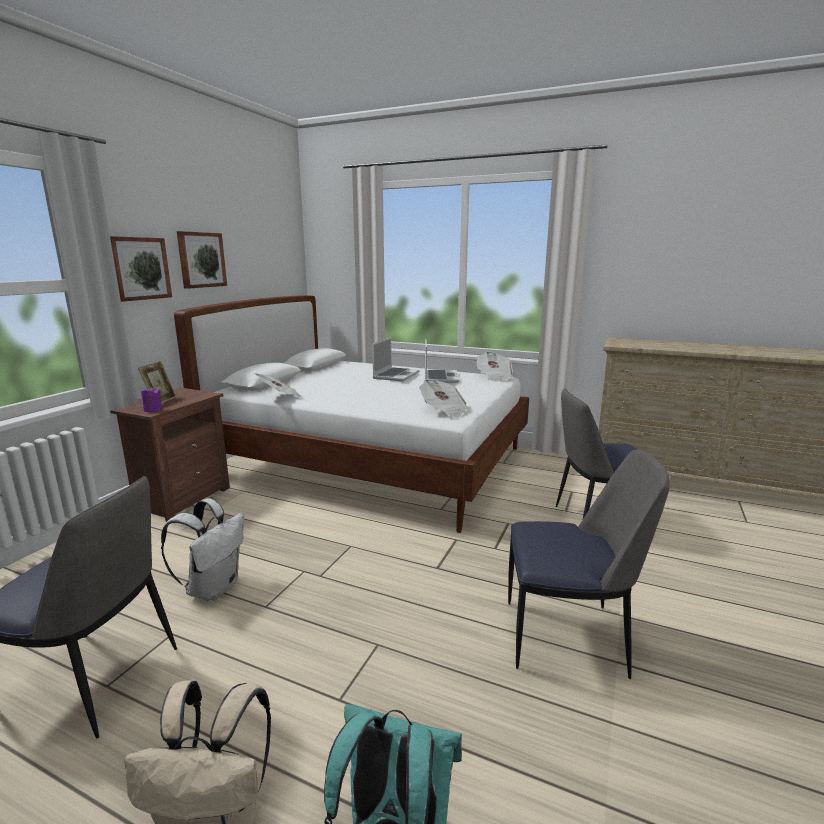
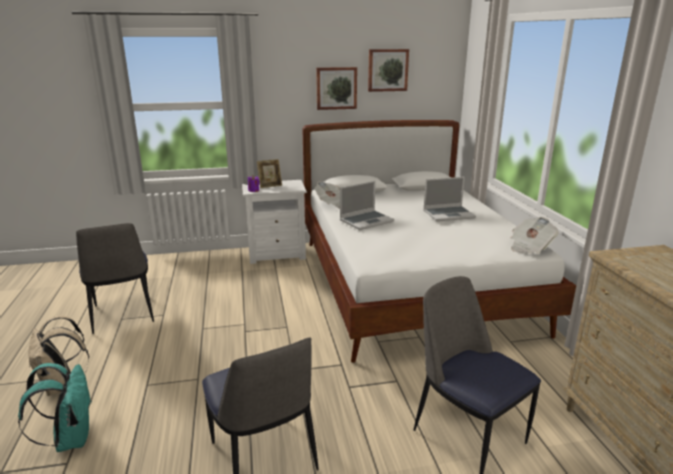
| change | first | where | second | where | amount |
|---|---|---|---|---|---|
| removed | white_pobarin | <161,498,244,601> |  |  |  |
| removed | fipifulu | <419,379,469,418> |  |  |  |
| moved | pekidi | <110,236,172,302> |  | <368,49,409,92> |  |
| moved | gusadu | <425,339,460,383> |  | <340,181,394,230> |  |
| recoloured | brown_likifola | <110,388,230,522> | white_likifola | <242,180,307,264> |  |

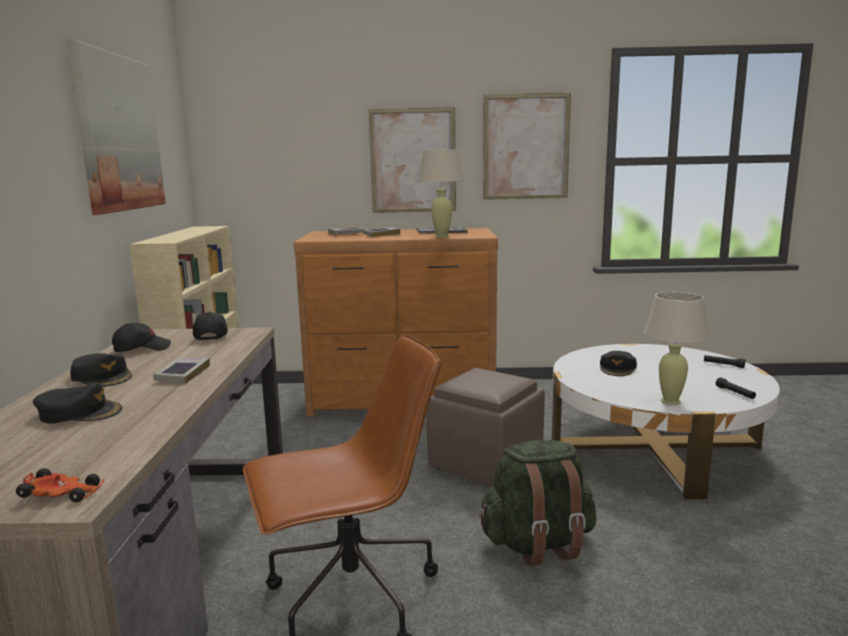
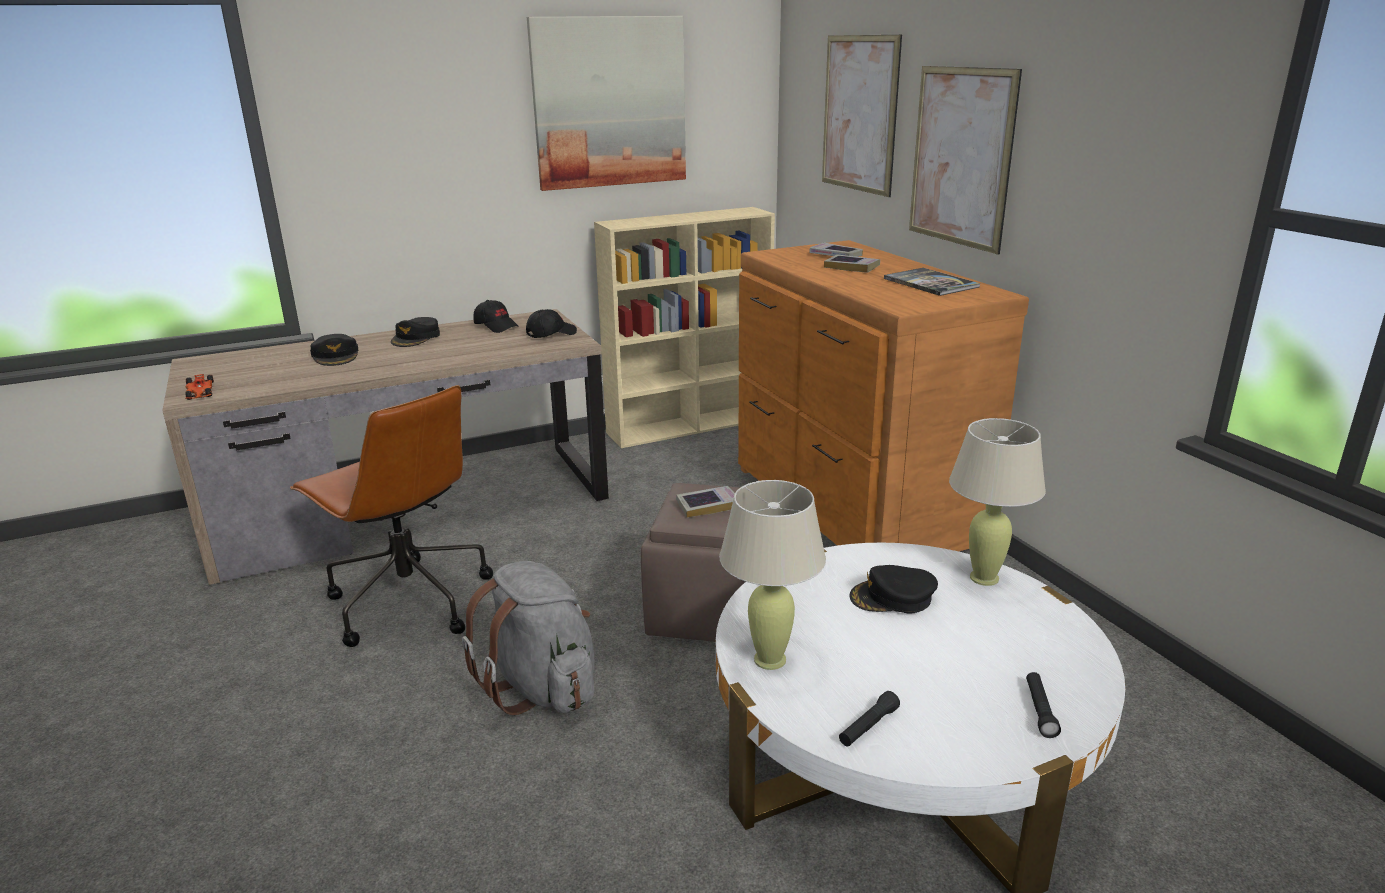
| change | first | where | second | where | amount |
|---|---|---|---|---|---|
| moved | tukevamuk | <153,357,210,384> |  | <676,486,735,518> |  |
| moved | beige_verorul | <418,149,465,238> |  | <949,418,1046,586> |  |
| moved | pekidi | <483,93,571,200> |  | <822,35,902,197> |  |
| recoloured | green_pobarin | <478,440,597,566> | grey_pobarin | <462,561,594,715> |  |

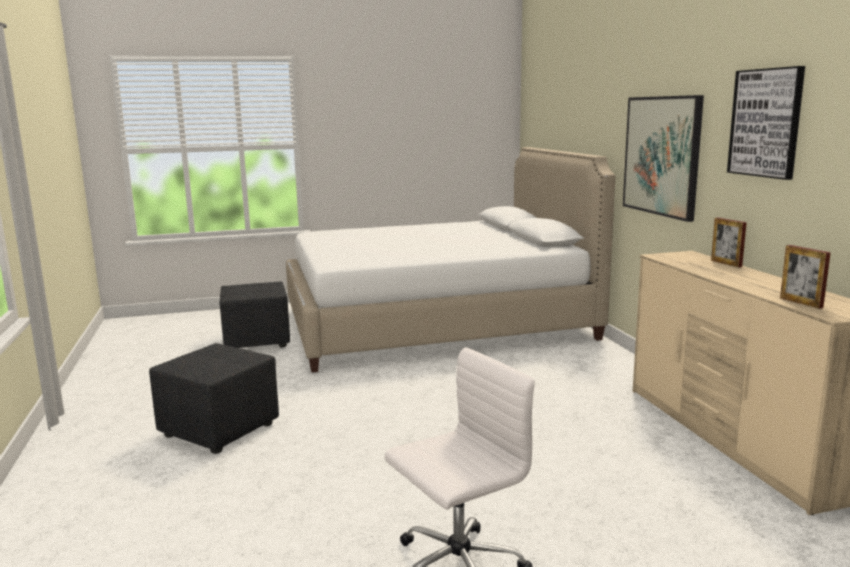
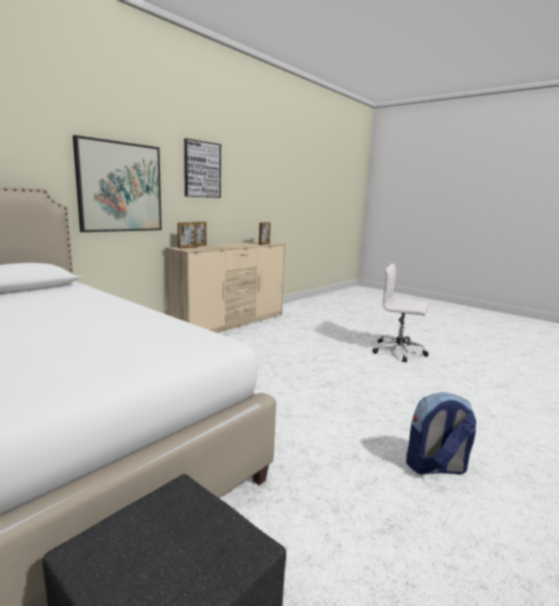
| change | first | where | second | where | amount |
|---|---|---|---|---|---|
| added |  |  | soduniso | <178,223,197,248> |  |
| replaced | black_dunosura | <149,343,279,454> | pobarin | <406,392,476,475> |  |

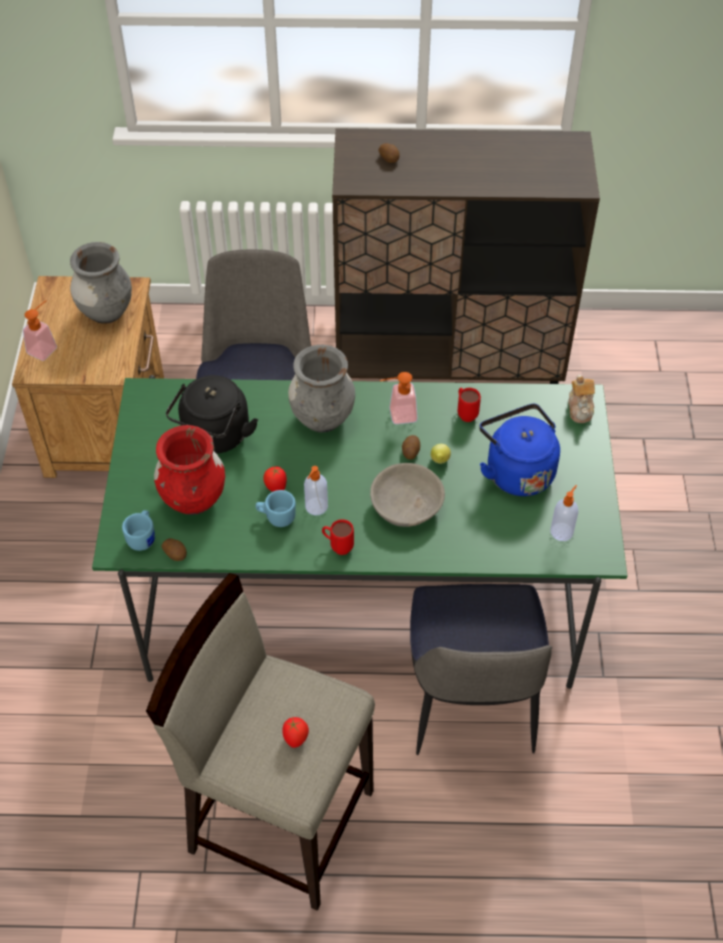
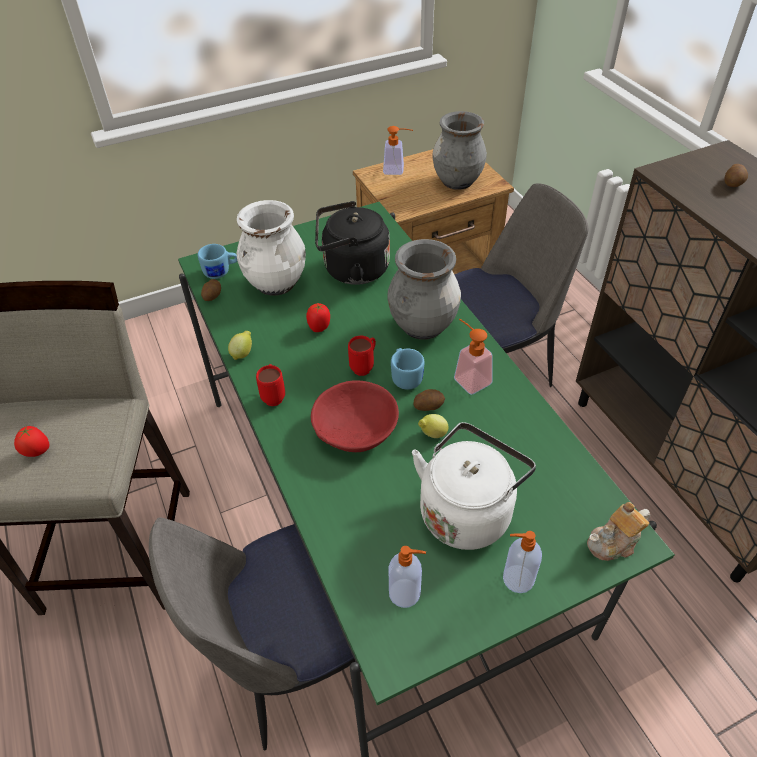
| change | first | where | second | where | amount |
|---|---|---|---|---|---|
| added |  |  | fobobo | <228,331,252,360> |  |
| moved | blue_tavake | <256,490,296,527> |  | <391,348,424,390> |  |
| moved | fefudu | <304,466,328,515> |  | <503,531,542,593> |  |
| moved | red_tavake | <458,388,481,422> |  | <348,336,376,376> |  |
| recoloured | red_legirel | <154,425,225,515> | white_legirel | <237,200,306,296> |  |
| recoloured | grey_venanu | <370,463,445,527> | red_venanu | <311,381,399,452> |  |
| recoloured | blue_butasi | <479,404,560,496> | white_butasi | <412,422,536,550> |  |

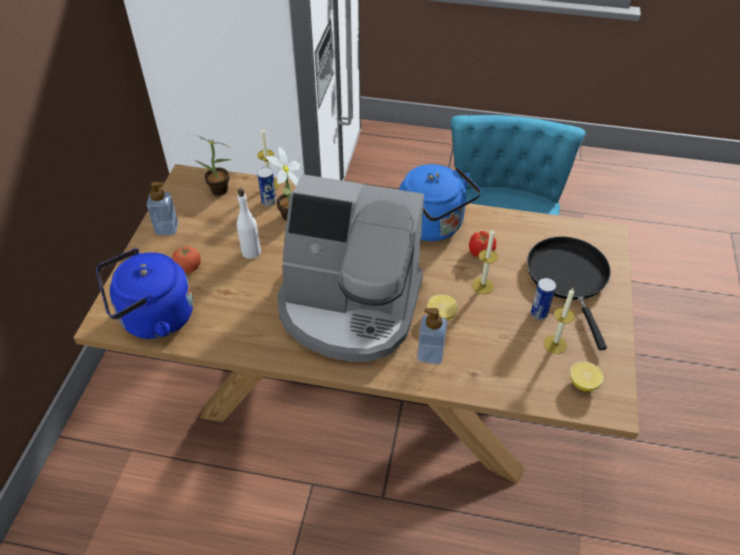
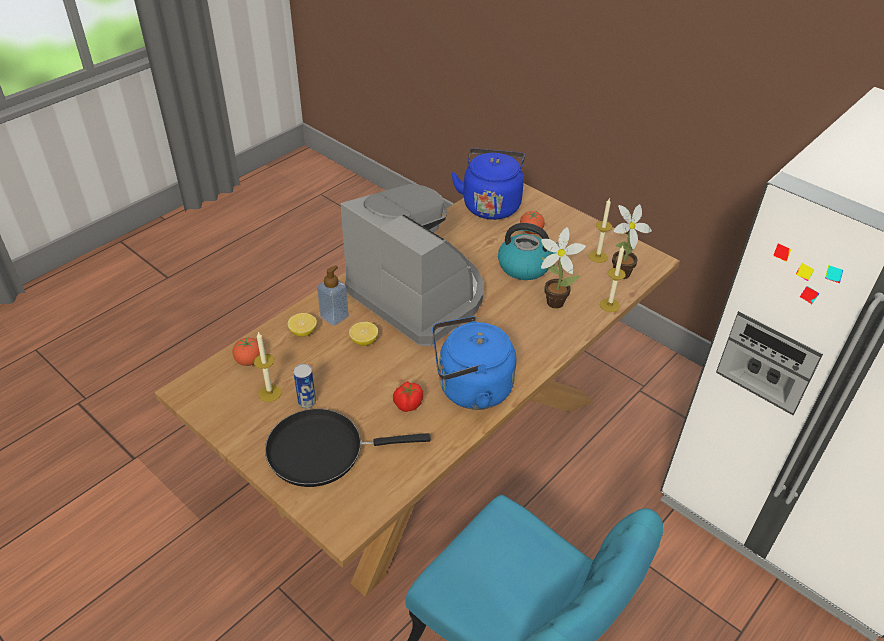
| change | first | where | second | where | amount |
|---|---|---|---|---|---|
| removed | fefudu | <146,182,178,235> |  |  |  |
| removed | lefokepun | <257,167,276,207> |  |  |  |
| added |  |  | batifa | <233,338,260,366> |  |
| moved | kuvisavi | <472,229,498,294> |  | <589,199,612,263> |  |
| moved | fobobo | <570,362,604,391> |  | <288,313,317,337> |  |
| replaced | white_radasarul | <237,188,261,259> | butasi | <498,223,560,280> |  |
| turned | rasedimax | <277,174,424,362> |  | <341,184,484,346> | 90 degrees clockwise |
| turned | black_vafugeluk | <527,236,611,350> |  | <265,409,431,487> | 150 degrees clockwise |

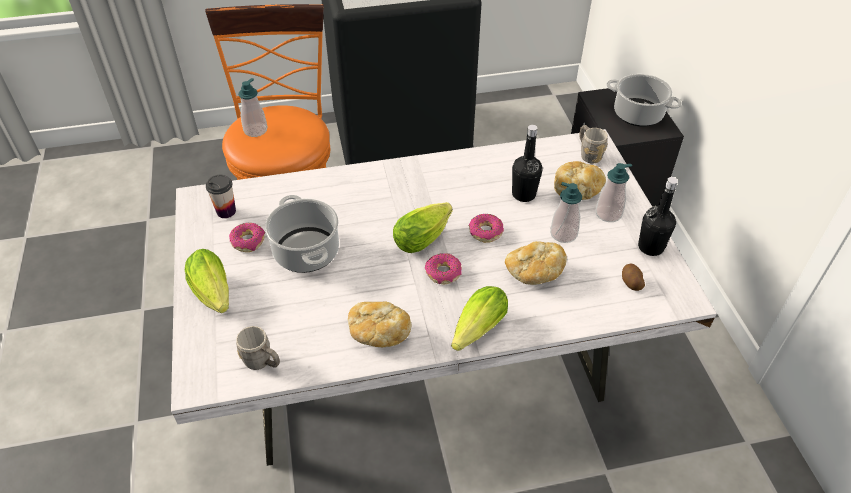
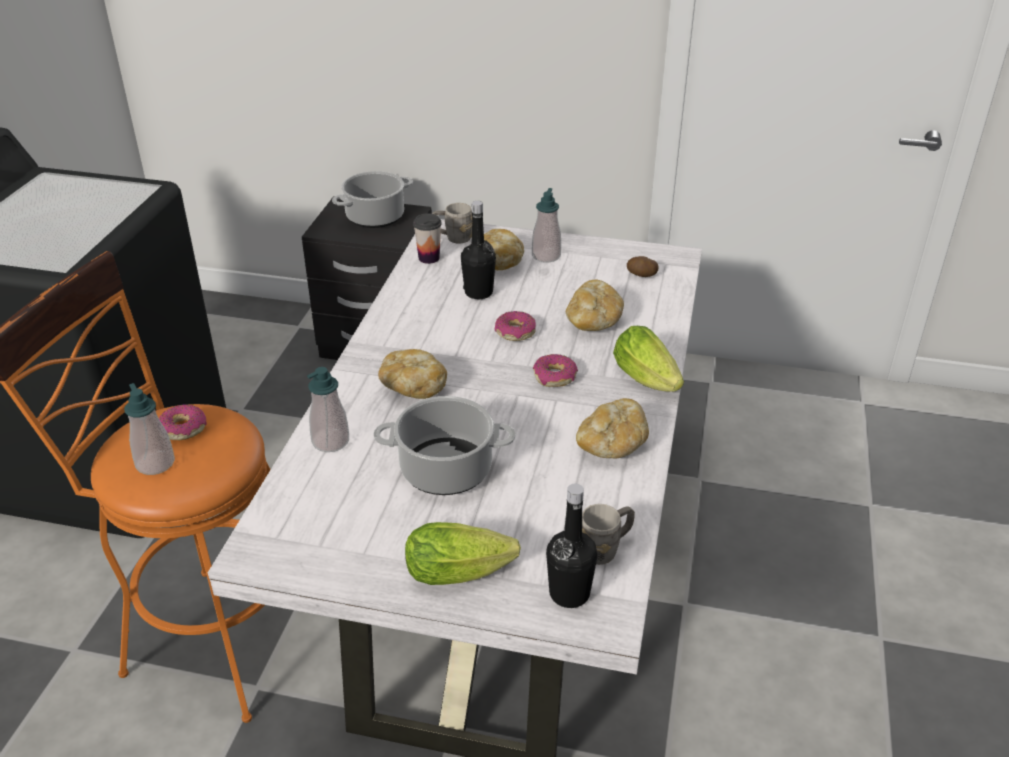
| change | first | where | second | where | amount |
|---|---|---|---|---|---|
| removed | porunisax | <393,202,453,253> |  |  |  |
| added |  |  | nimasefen | <378,349,447,399> |  |
| moved | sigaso | <206,175,236,218> |  | <413,213,442,264> |  |
| moved | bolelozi | <229,223,265,252> |  | <159,404,207,440> |  |
| moved | fefudu | <550,182,582,243> |  | <307,367,349,452> |  |
| moved | black_radasarul | <638,177,678,256> |  | <546,484,598,608> |  |

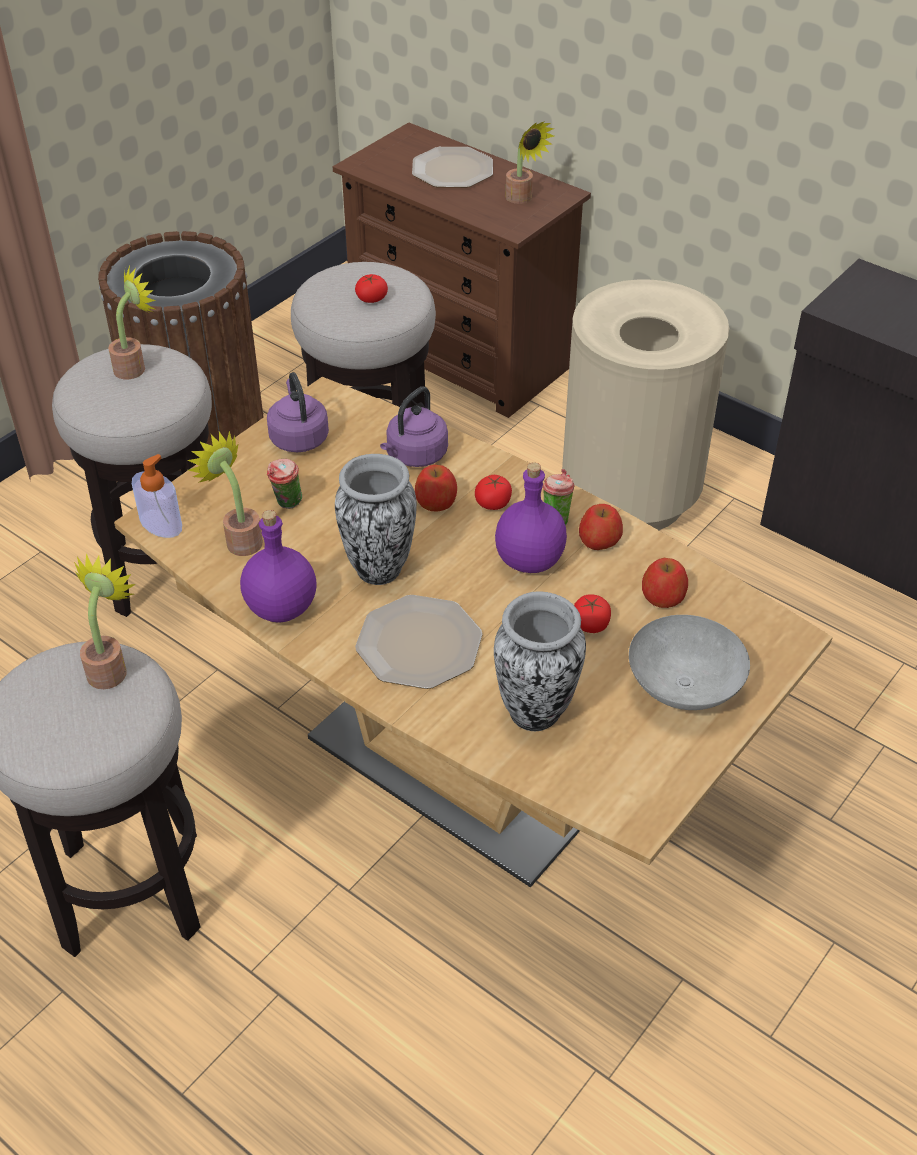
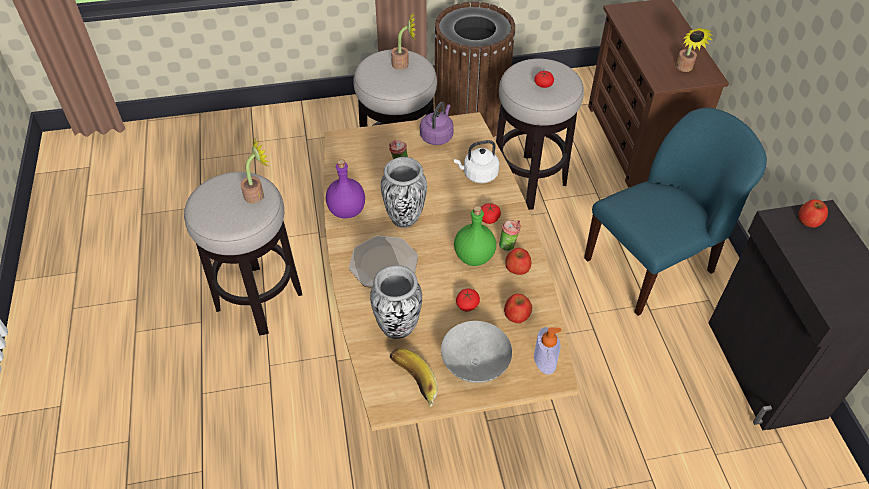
| change | first | where | second | where | amount |
|---|---|---|---|---|---|
| removed | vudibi | <188,431,263,556> |  |  |  |
| removed | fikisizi | <412,147,493,188> |  |  |  |
| added |  |  | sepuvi | <390,348,438,407> |  |
| moved | fefudu | <132,454,182,538> |  | <534,327,561,375> |  |
| moved | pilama | <415,464,457,512> |  | <798,199,828,228> |  |
| replaced | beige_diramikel | <562,279,729,530> | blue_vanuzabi | <584,107,767,316> |  |
| recoloured | purple_butasi | <380,386,448,467> | white_butasi | <454,140,499,183> |  |
| recoloured | purple_radasarul | <495,462,567,573> | green_radasarul | <454,206,496,266> |  |

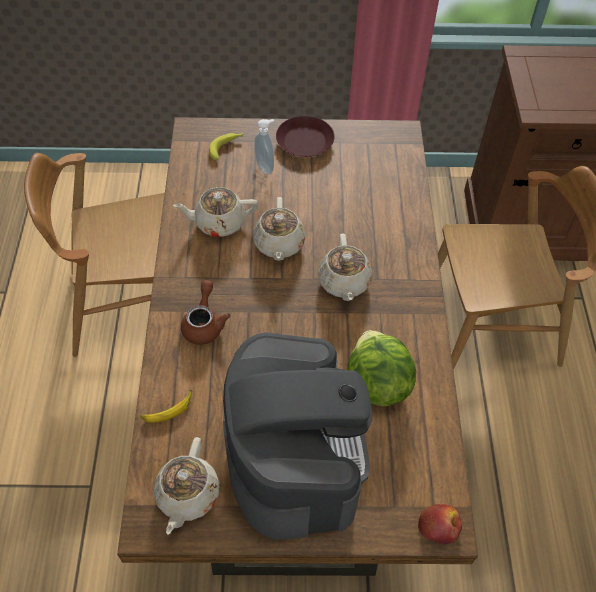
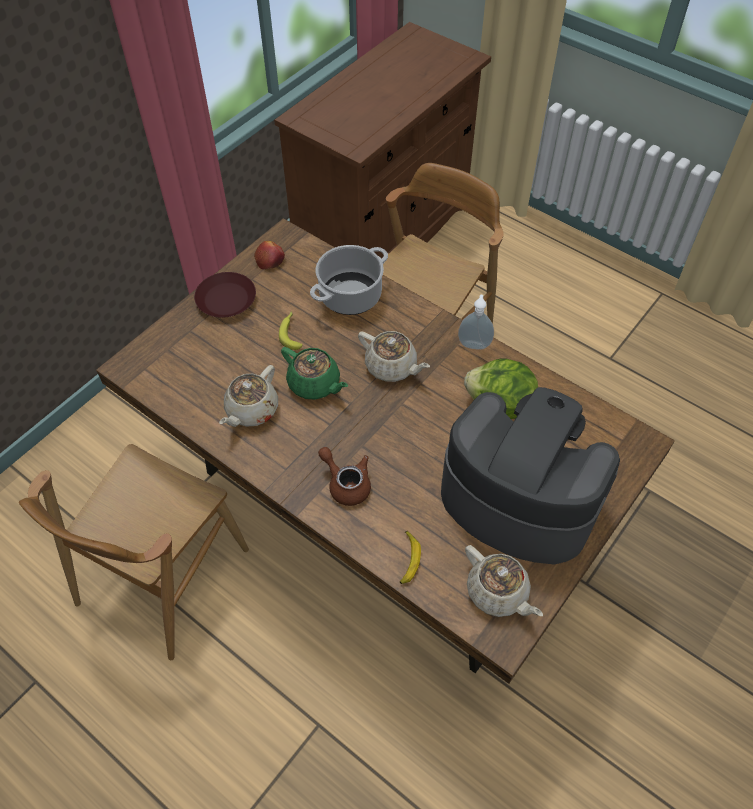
| change | first | where | second | where | amount |
|---|---|---|---|---|---|
| added |  |  | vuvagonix | <310,245,388,315> |  |
| moved | sepuvi | <209,133,244,160> |  | <279,312,303,350> |  |
| moved | fefudu | <254,119,274,174> |  | <458,295,494,350> |  |
| moved | pilama | <418,504,462,544> |  | <254,241,285,270> |  |
| recoloured | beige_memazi | <253,197,306,261> | green_memazi | <281,347,348,400> |  |

